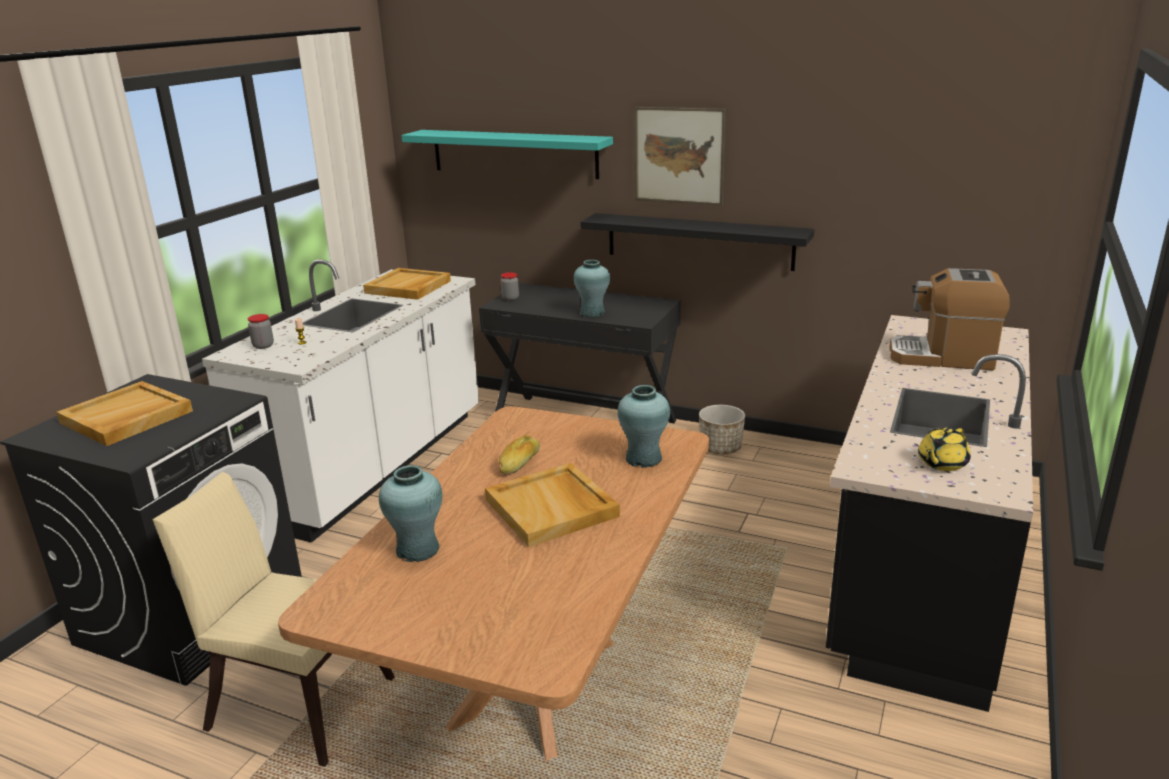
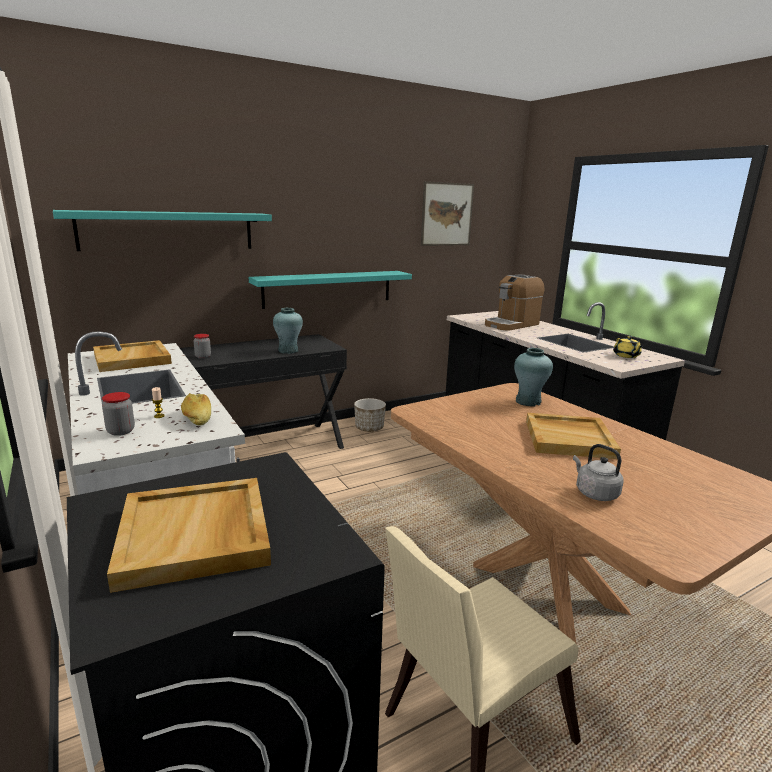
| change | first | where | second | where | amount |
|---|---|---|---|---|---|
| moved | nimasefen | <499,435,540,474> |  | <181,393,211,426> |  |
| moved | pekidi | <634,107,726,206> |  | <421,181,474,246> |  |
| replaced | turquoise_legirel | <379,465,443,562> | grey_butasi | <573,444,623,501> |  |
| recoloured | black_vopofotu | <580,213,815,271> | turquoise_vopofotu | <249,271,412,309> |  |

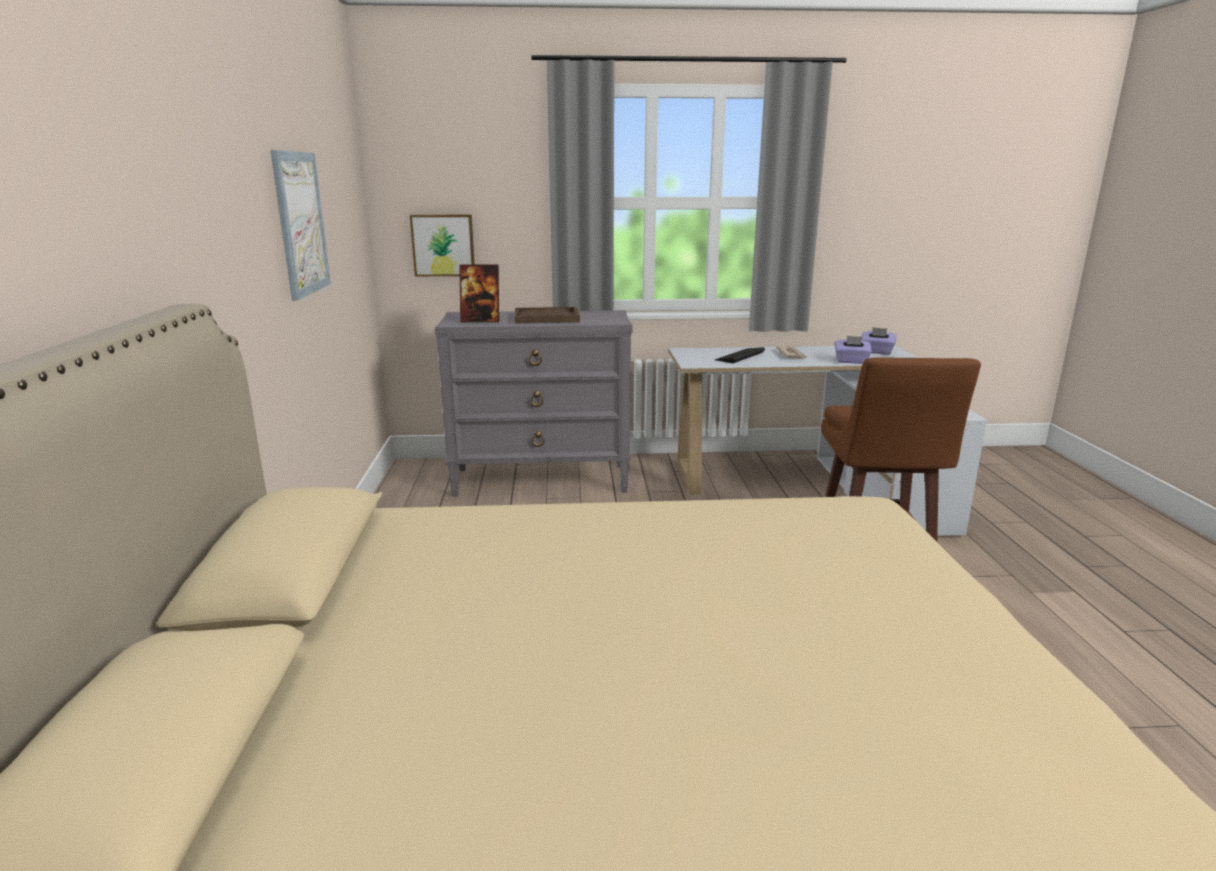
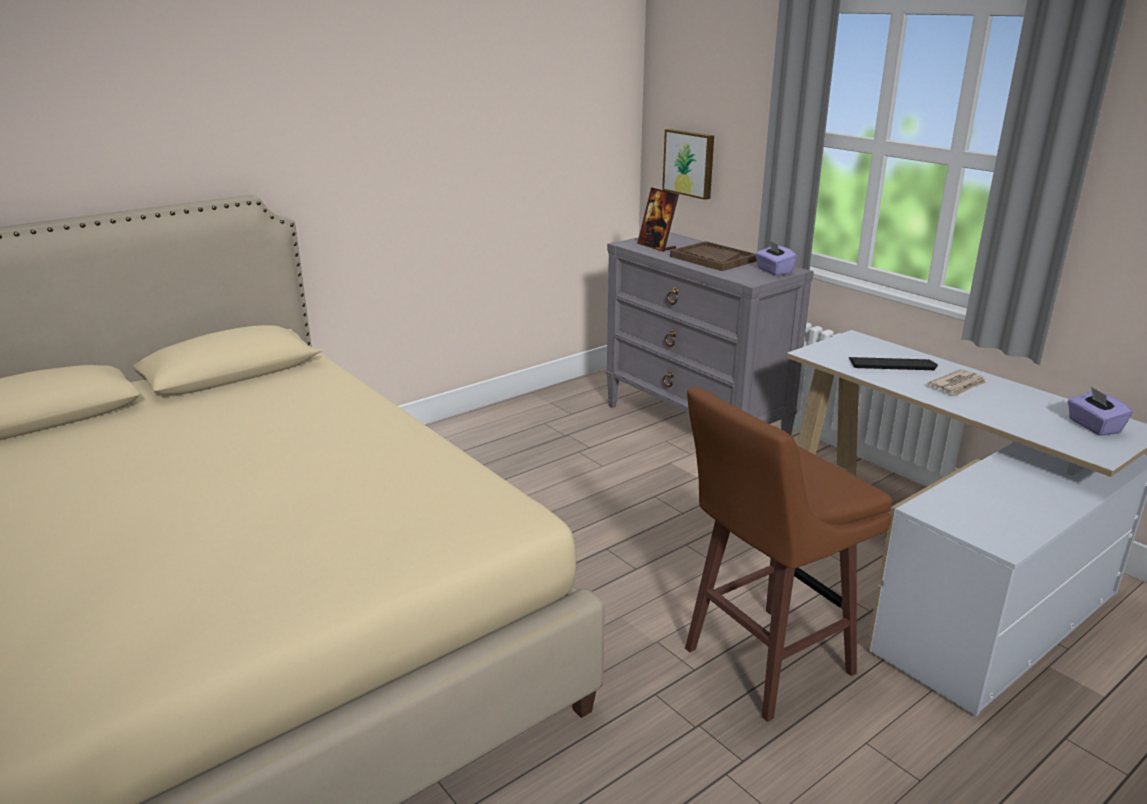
| change | first | where | second | where | amount |
|---|---|---|---|---|---|
| removed | pekidi | <270,150,331,301> |  |  |  |
| moved | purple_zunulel | <835,336,872,364> |  | <755,240,797,276> |  |

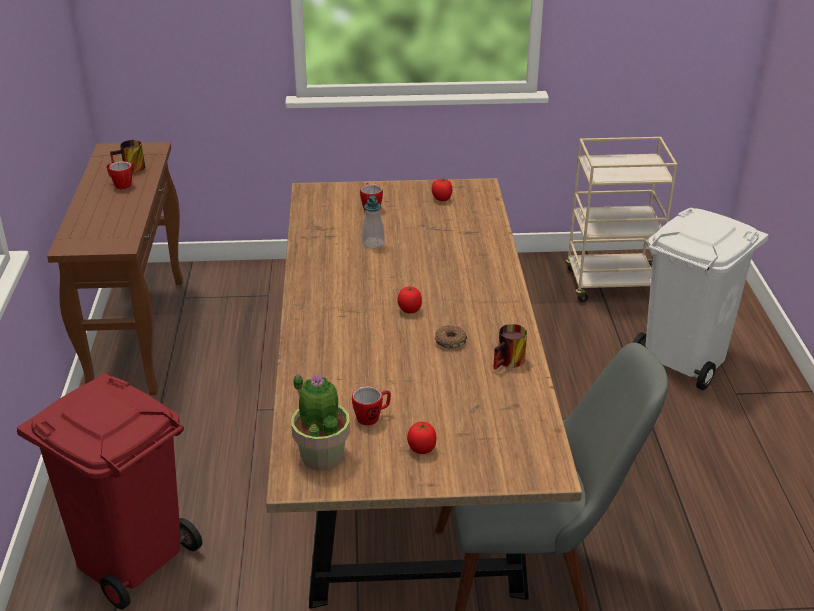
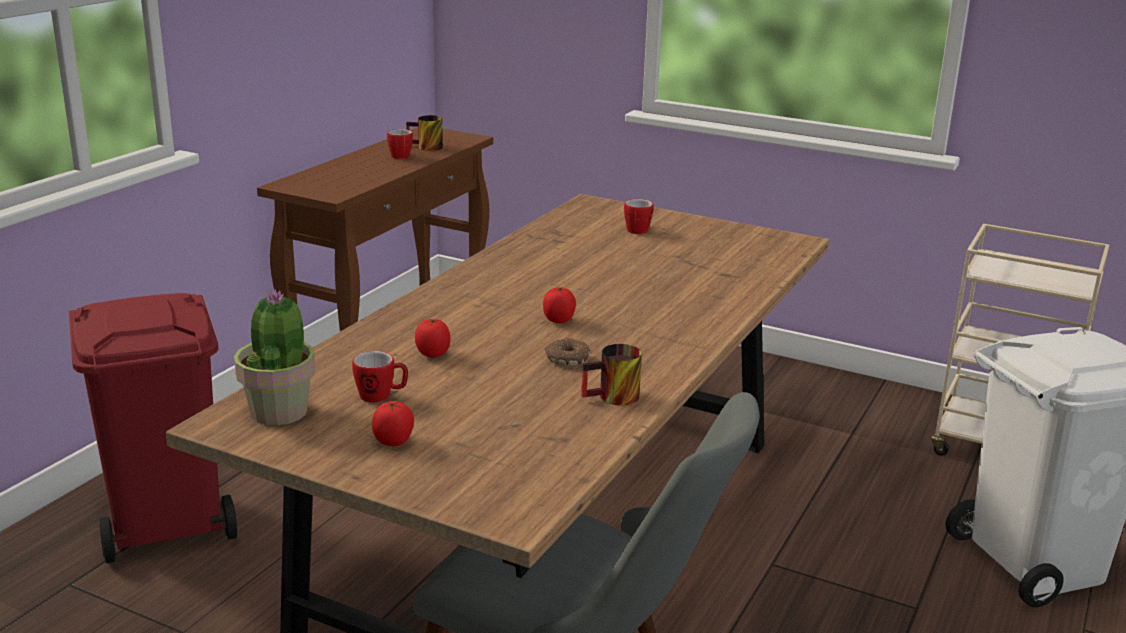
| change | first | where | second | where | amount |
|---|---|---|---|---|---|
| removed | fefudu | <362,195,384,249> |  |  |  |
| moved | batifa | <432,178,452,201> |  | <415,319,450,358> |  |

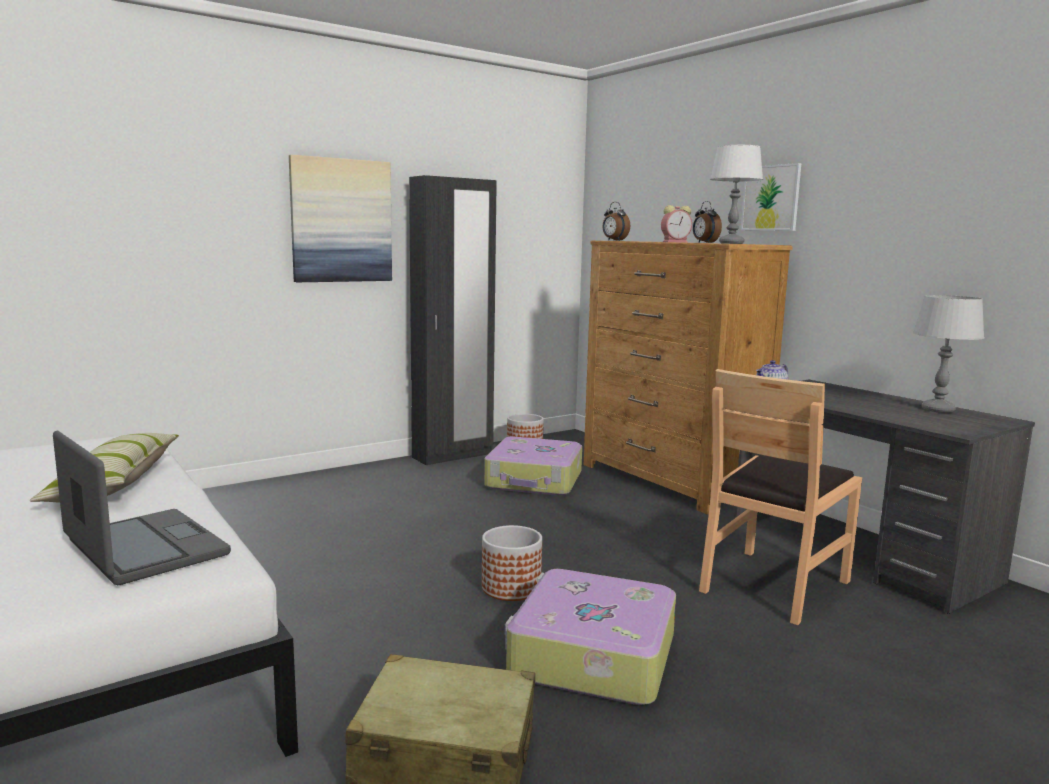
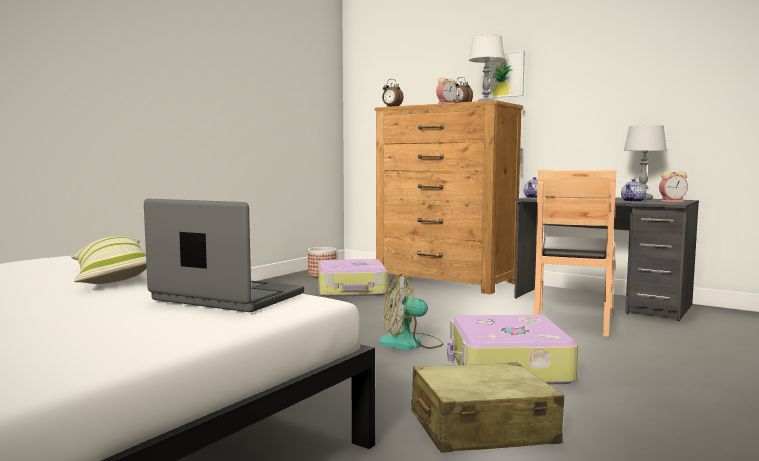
| change | first | where | second | where | amount |
|---|---|---|---|---|---|
| removed | pekidi | <289,155,392,282> |  |  |  |
| removed | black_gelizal | <409,175,497,465> |  |  |  |
| added |  |  | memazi | <621,179,646,202> |  |
| added |  |  | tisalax | <659,171,688,202> |  |
| replaced | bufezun | <482,525,542,601> | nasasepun | <379,273,444,350> |  |

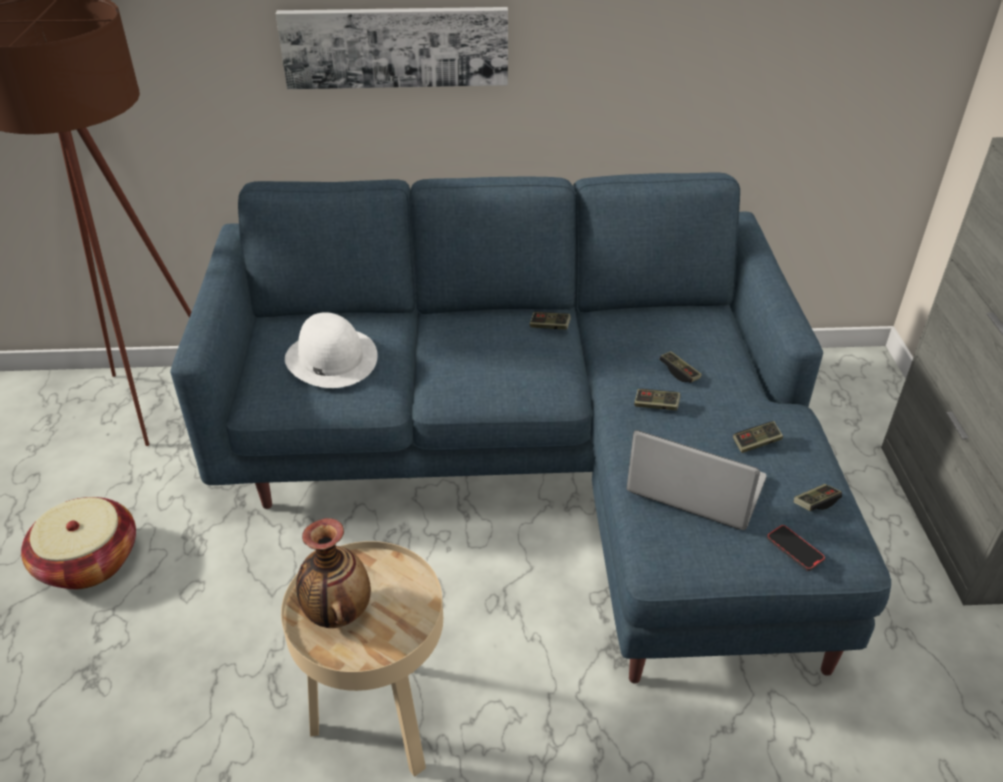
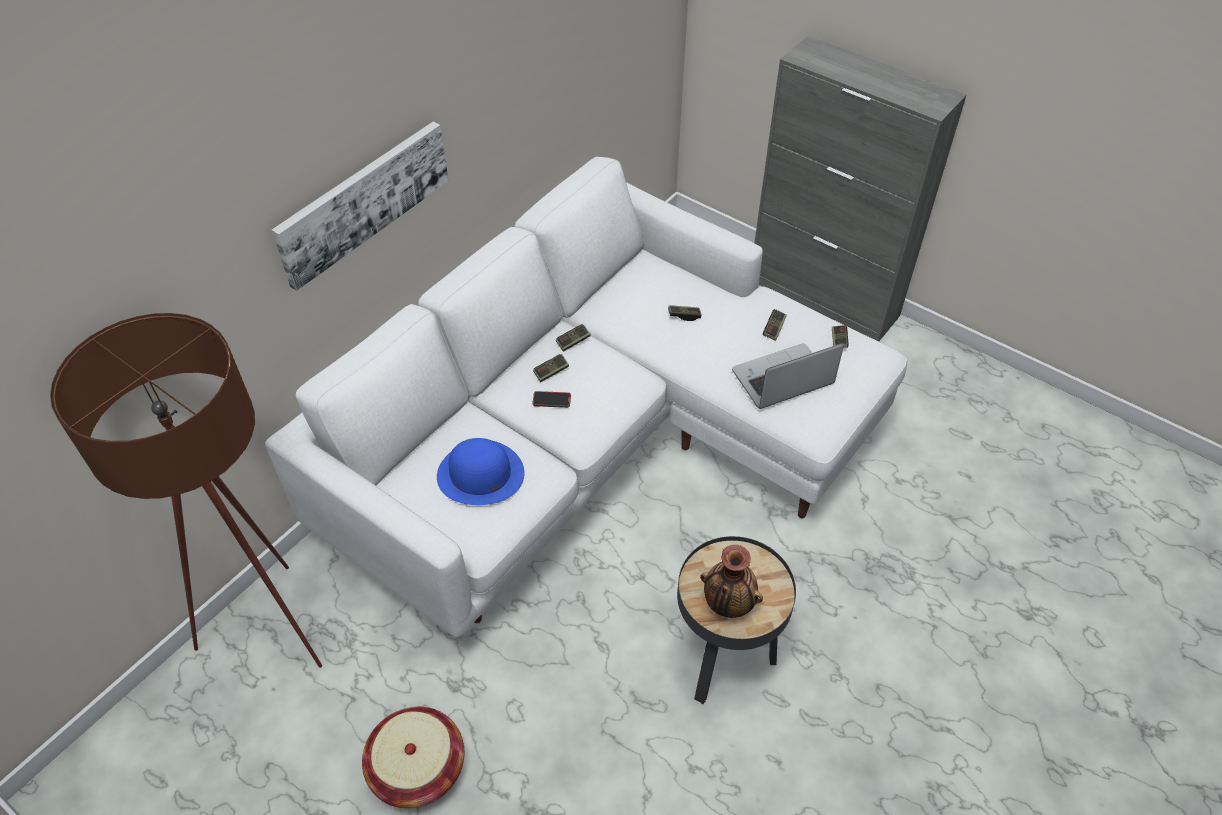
| change | first | where | second | where | amount |
|---|---|---|---|---|---|
| moved | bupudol | <634,389,680,410> |  | <533,354,569,382> |  |
| moved | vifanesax | <767,525,825,571> |  | <532,391,571,408> |  |
| recoloured | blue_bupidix | <170,172,891,684> | white_bupidix | <265,157,907,637> |  |
| recoloured | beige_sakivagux | <281,541,443,777> | black_sakivagux | <677,536,796,704> |  |
| recoloured | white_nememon | <285,312,378,388> | blue_nememon | <437,438,525,505> |  |

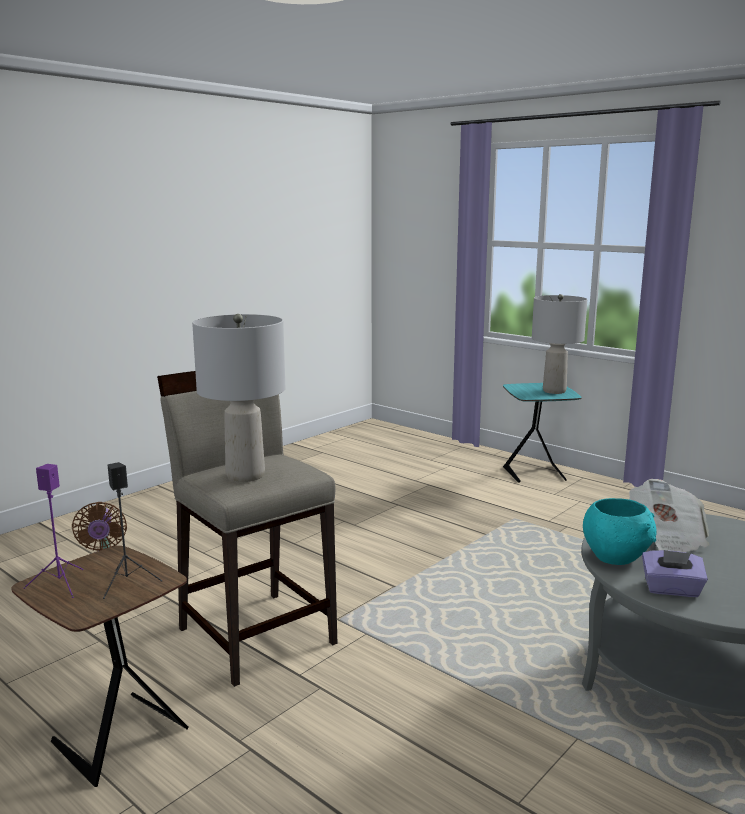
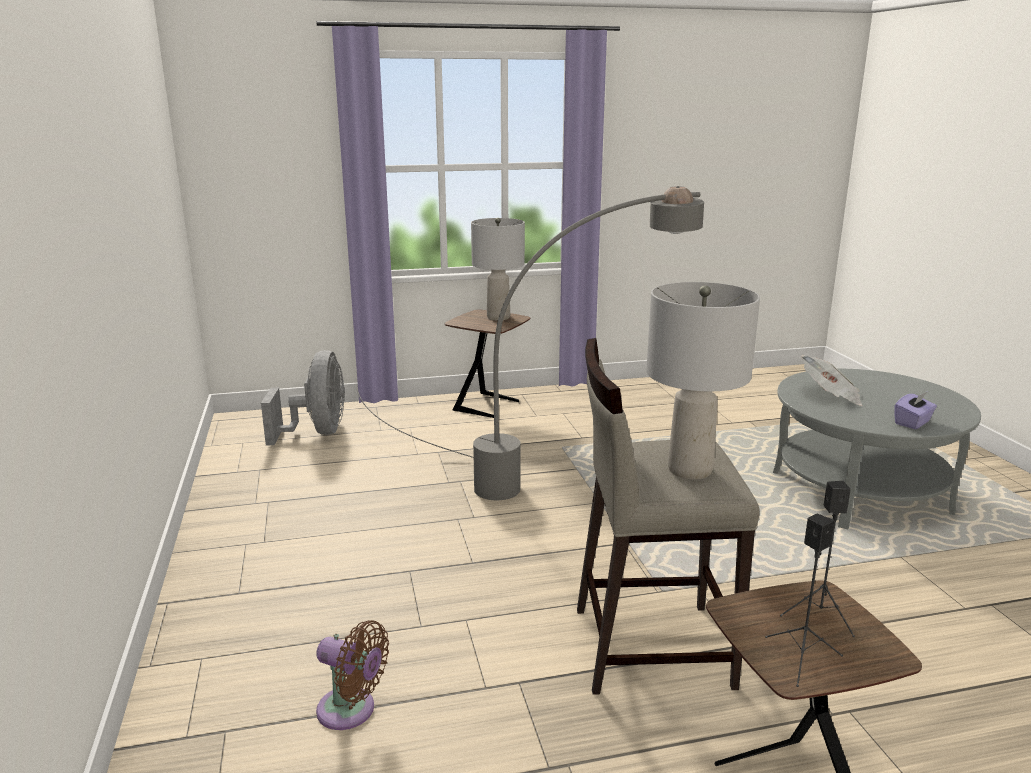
| change | first | where | second | where | amount |
|---|---|---|---|---|---|
| removed | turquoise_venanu | <583,498,657,565> |  |  |  |
| added |  |  | grey_nasasepun | <261,350,345,445> |  |
| added |  |  | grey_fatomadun | <356,186,704,500> |  |
| recoloured | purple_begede | <24,464,84,598> | black_begede | <765,514,843,687> |  |
| recoloured | turquoise_sakivagux | <503,383,582,483> | brown_sakivagux | <445,310,530,418> |  |

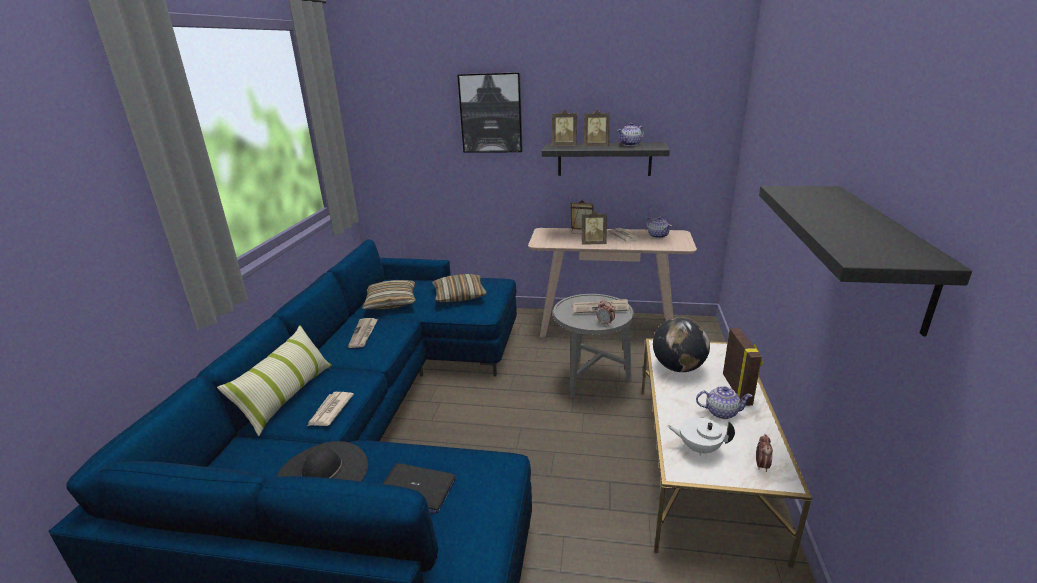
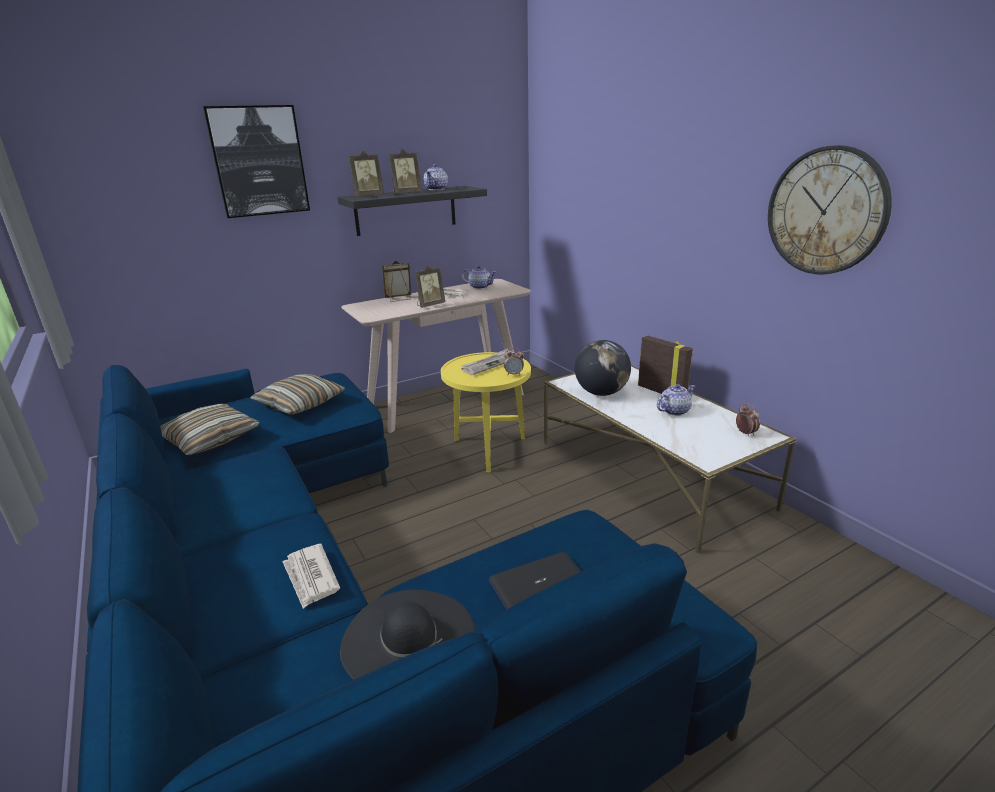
| change | first | where | second | where | amount |
|---|---|---|---|---|---|
| removed | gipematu | <217,325,332,436> |  |  |  |
| removed | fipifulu | <348,318,378,348> |  |  |  |
| removed | white_memazi | <667,417,735,455> |  |  |  |
| replaced | black_vopofotu | <759,186,972,336> | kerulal | <768,145,892,274> |  |
| recoloured | grey_sakivagux | <553,294,634,398> | yellow_sakivagux | <441,352,531,472> |  |

